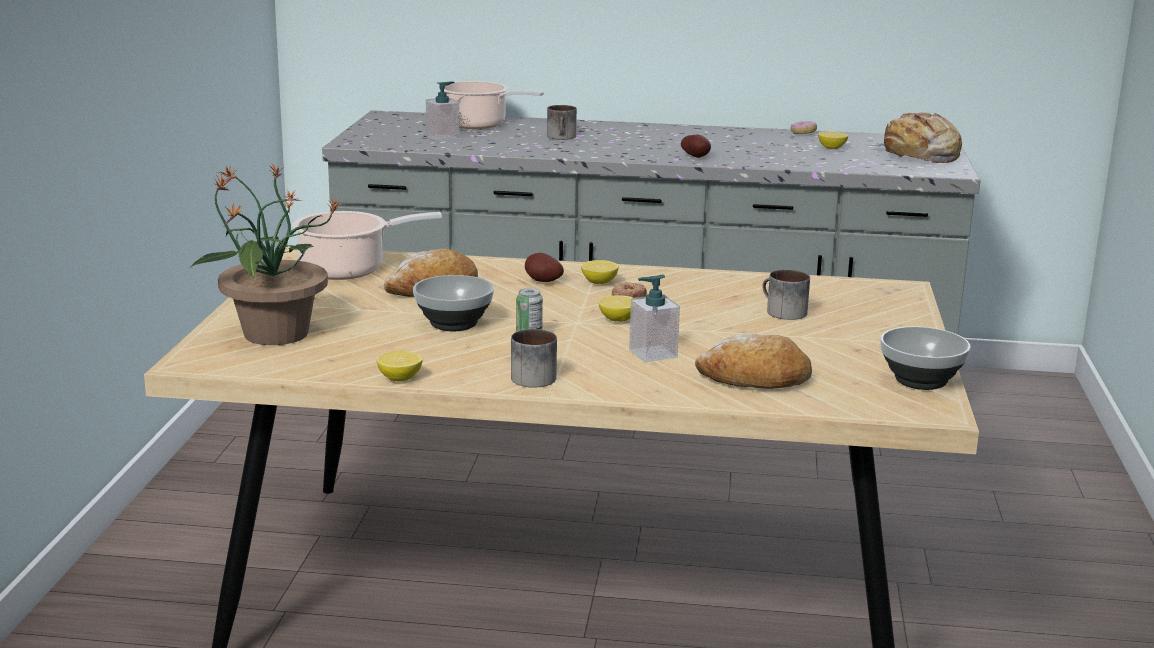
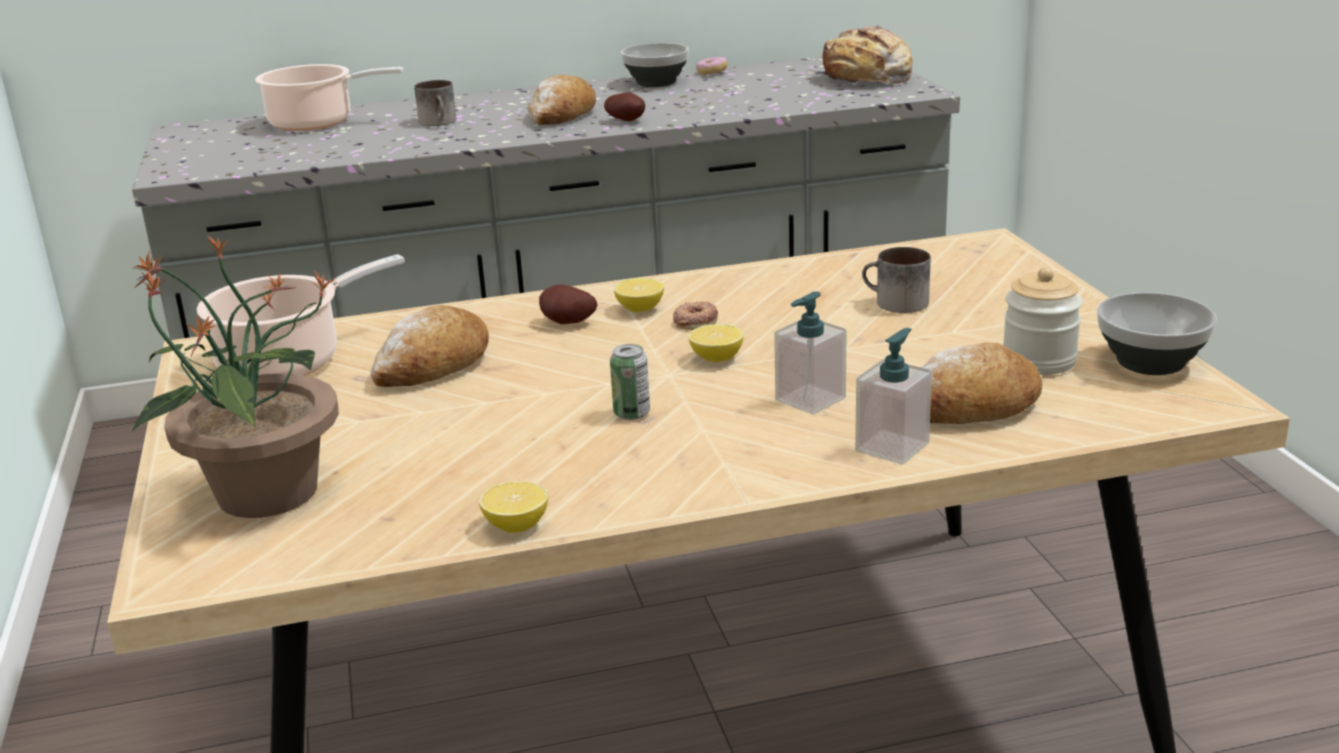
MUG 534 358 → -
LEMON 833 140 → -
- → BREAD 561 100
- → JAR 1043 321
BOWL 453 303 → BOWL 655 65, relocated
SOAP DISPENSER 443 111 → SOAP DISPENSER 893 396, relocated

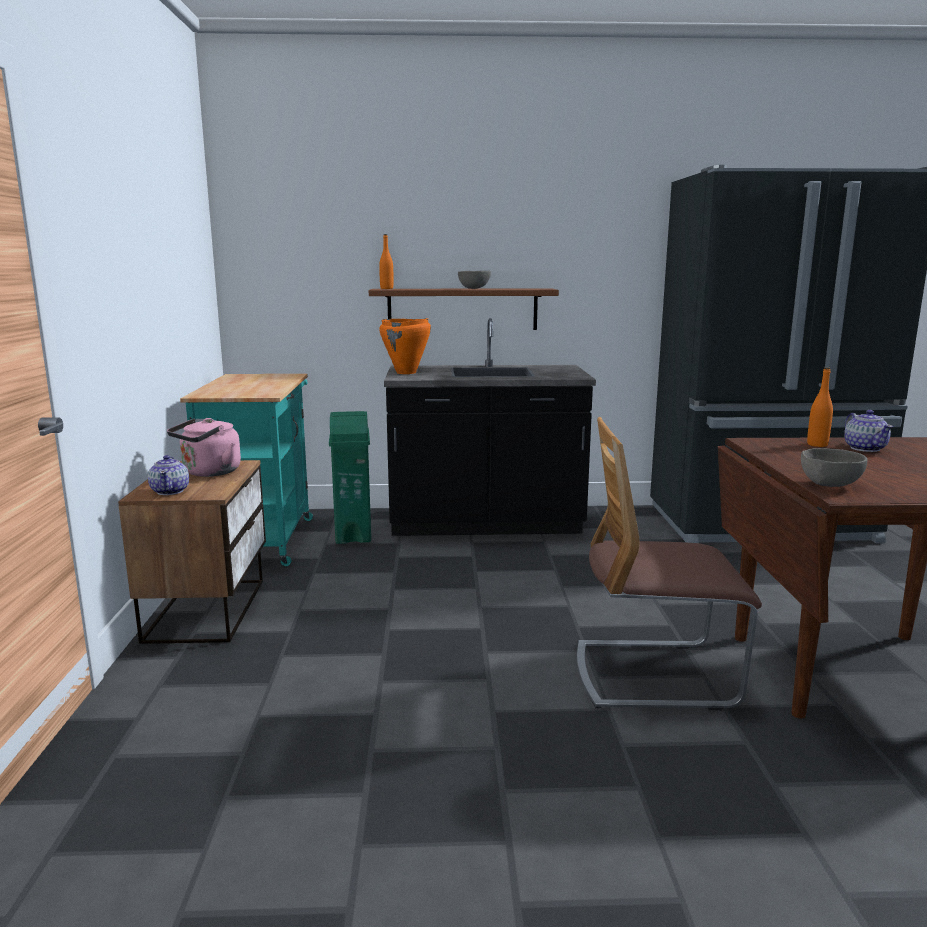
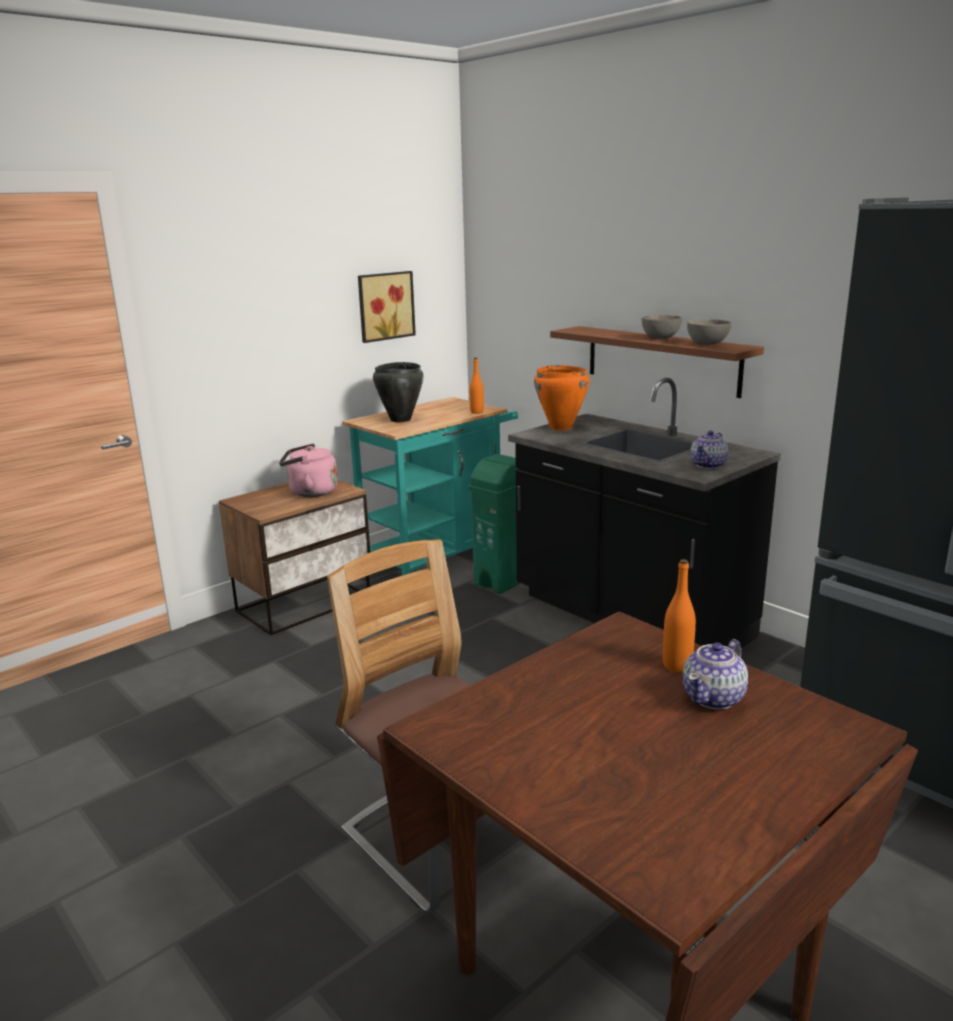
- → PICTURE 387 307
- → BLACK COOKING POT 398 392
TEAPOT 168 475 → TEAPOT 709 450, relocated
ORANGE BOTTLE 386 261 → ORANGE BOTTLE 476 386, relocated
GREY BOWL 834 467 → GREY BOWL 709 332, relocated

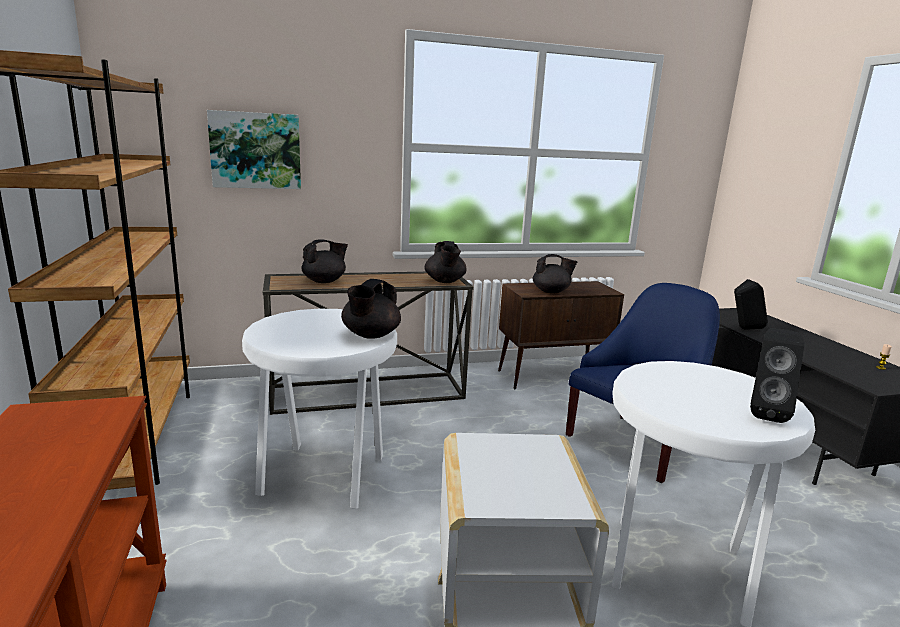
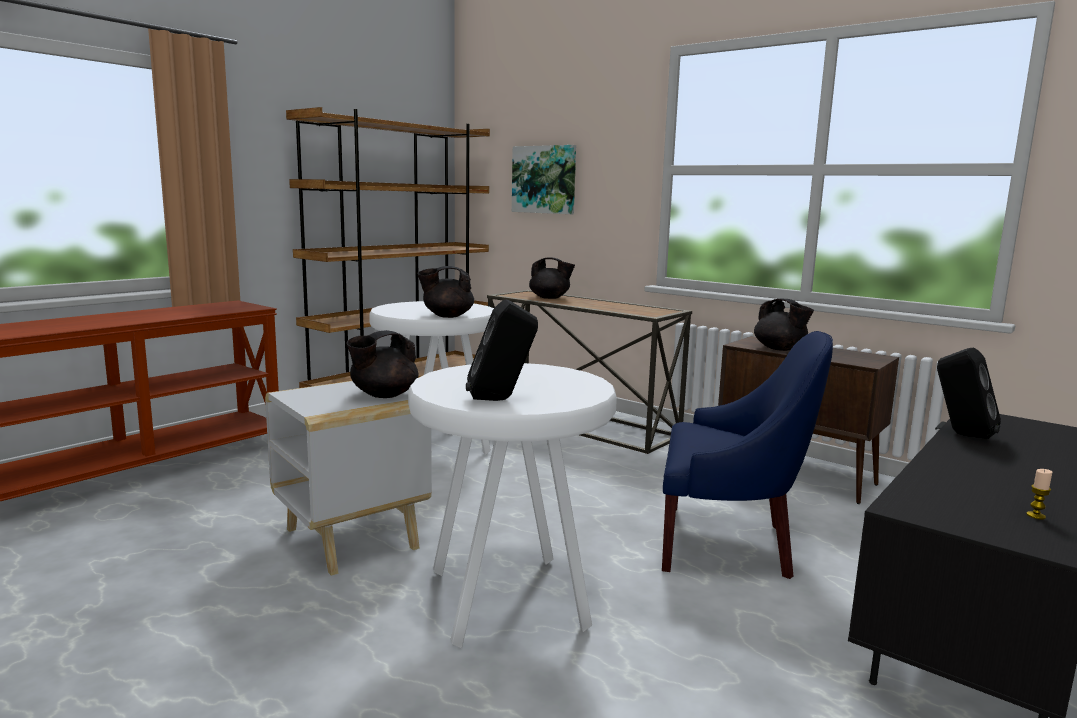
BLACK TEAPOT 445 262 → BLACK TEAPOT 382 364, relocated

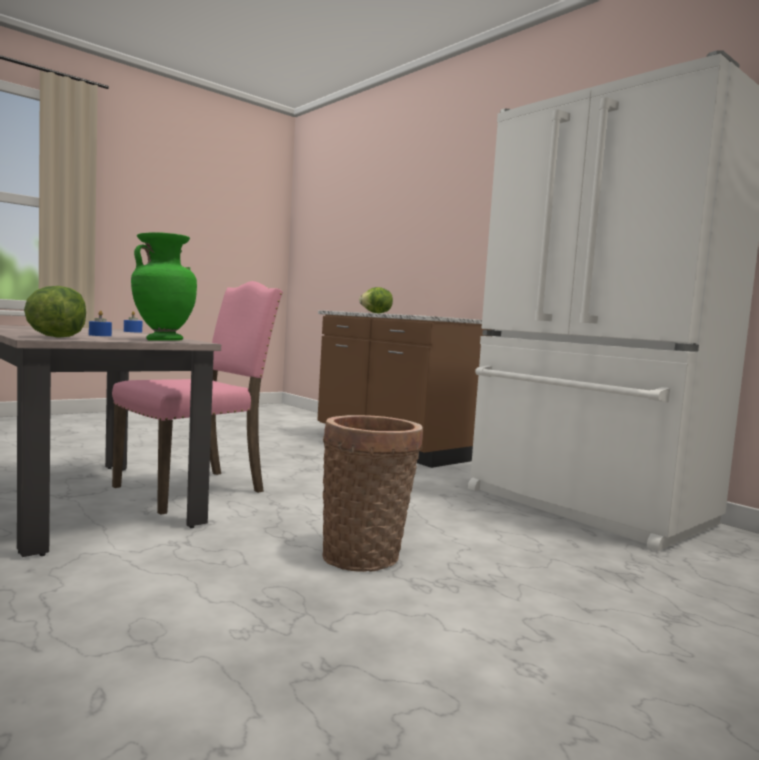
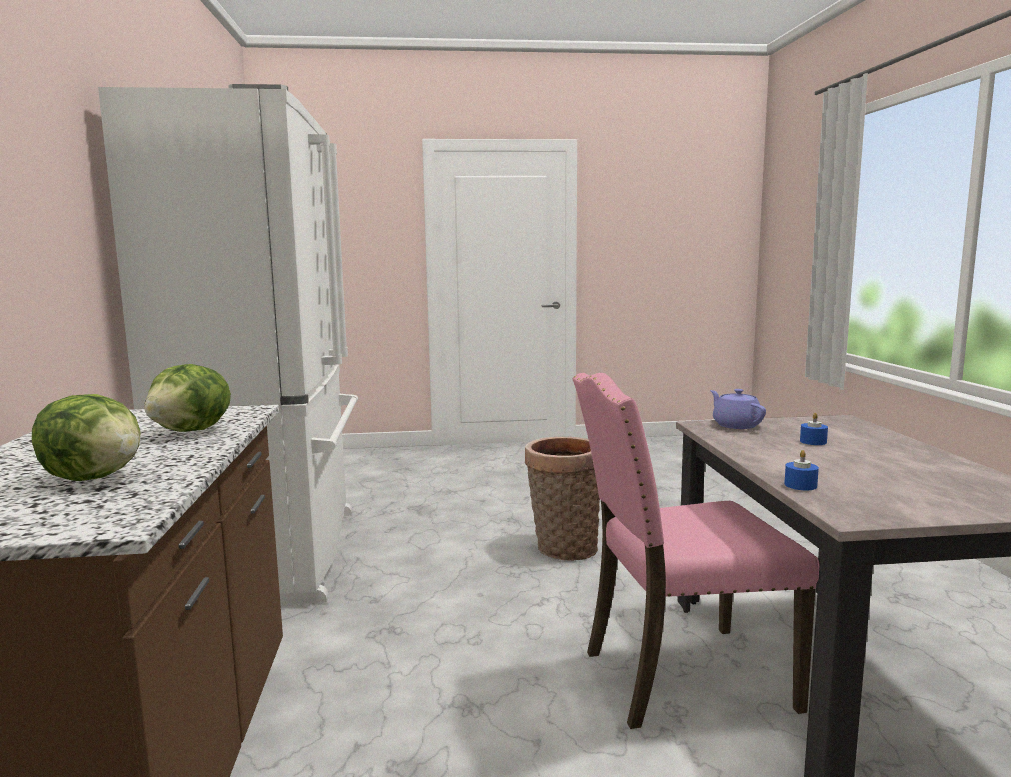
LETTUCE 55 312 → LETTUCE 187 398, relocated
GREEN VASE 164 287 → PURPLE TEAPOT 738 409

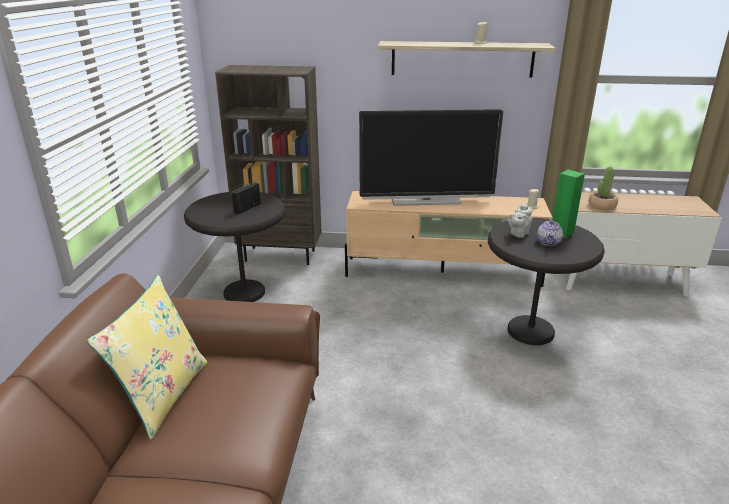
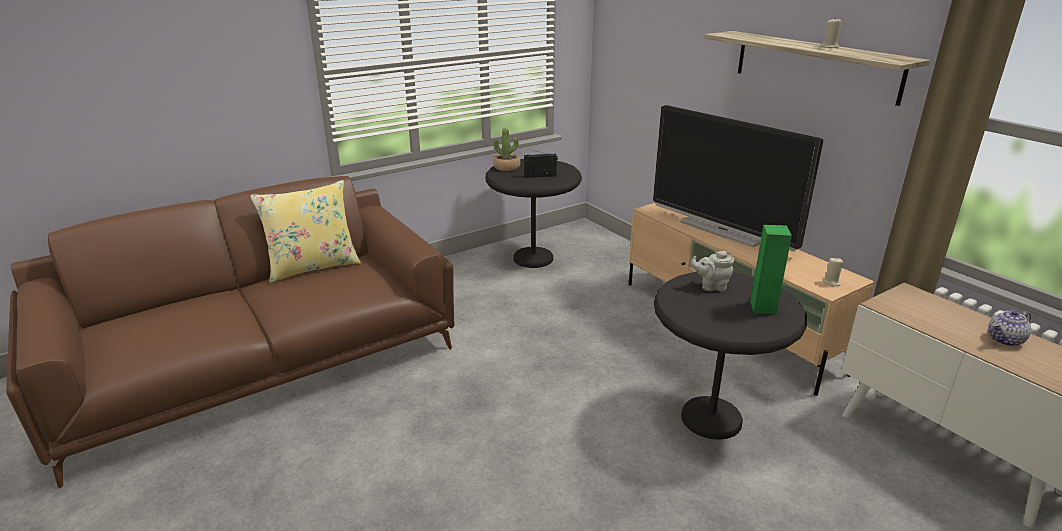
BROWN BOOKCASE 268 165 → -
TEAPOT 550 232 → TEAPOT 1009 328, relocated
POTTED PLANT 603 188 → POTTED PLANT 506 149, relocated

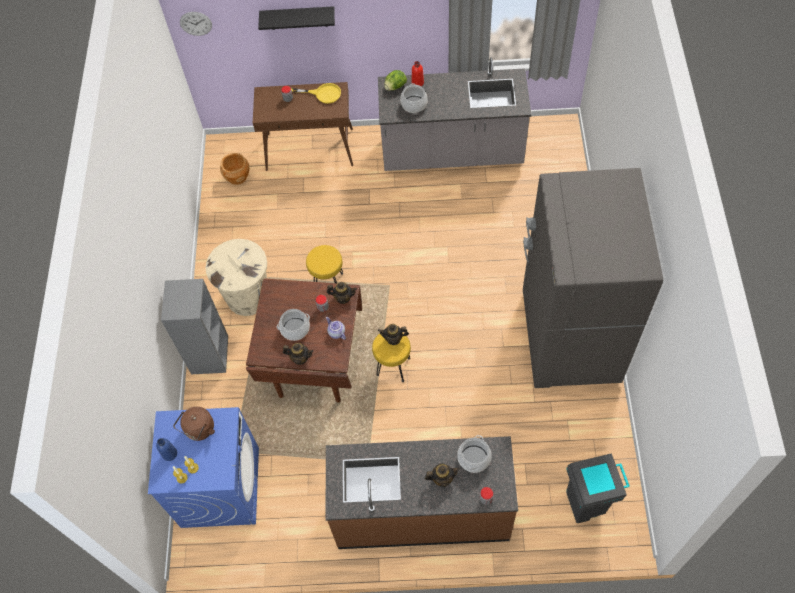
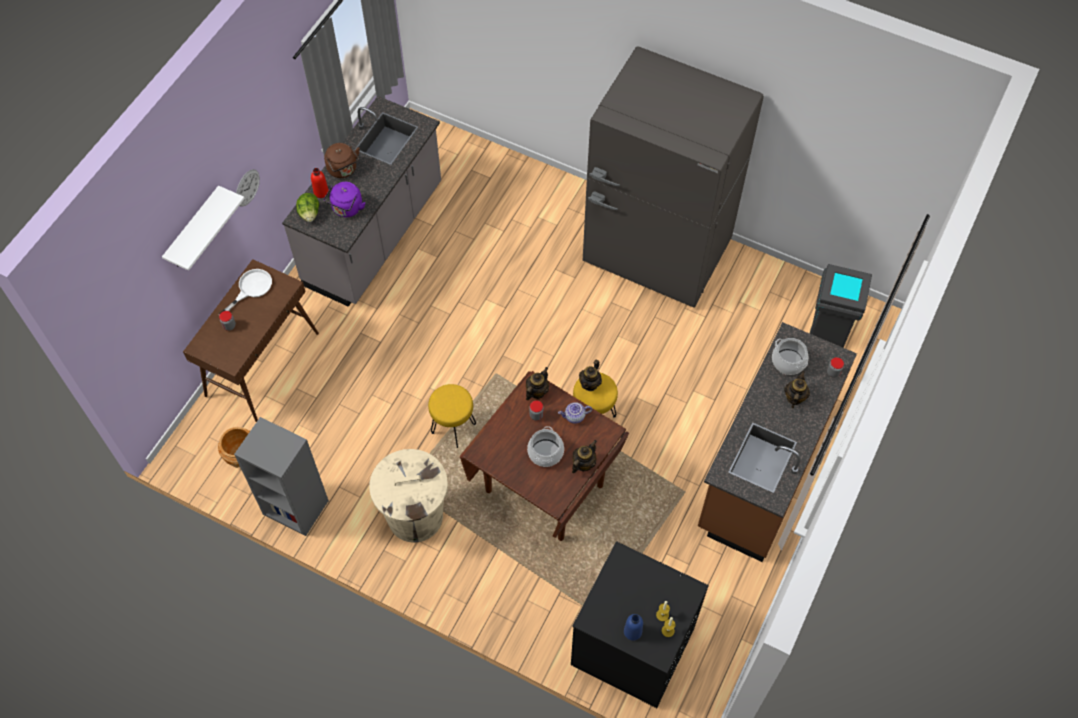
GREY BOOKCASE 194 326 → GREY BOOKCASE 281 476, relocated
BROWN KETTLE 194 424 → BROWN KETTLE 341 160, relocated
WALL CLOCK 196 24 → WALL CLOCK 248 188, relocated
COOKING POT 414 98 → PURPLE KETTLE 344 199
BLUE WASHING MACHINE 203 467 → BLACK WASHING MACHINE 640 624
BLACK SHELF 296 18 → WHITE SHELF 203 228
YELLOW FRYING PAN 316 93 → WHITE FRYING PAN 245 292

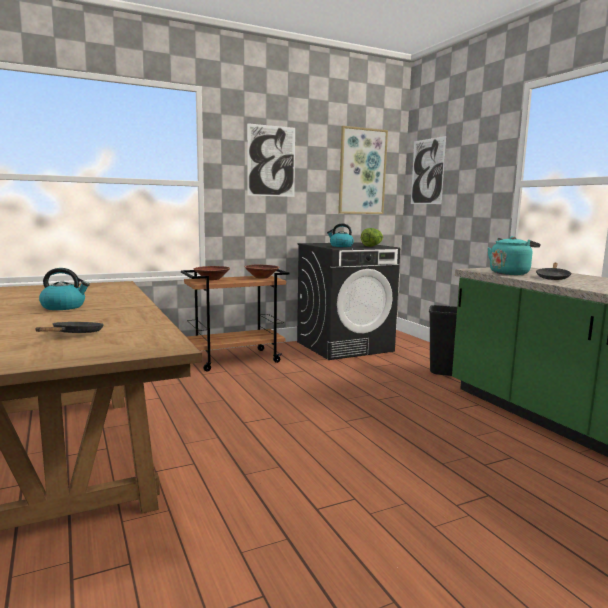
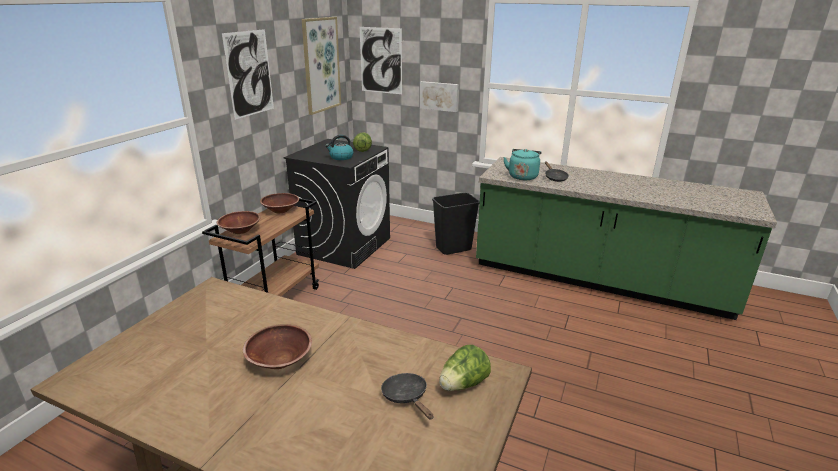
- → PICTURE 439 96
- → LETTUCE 465 368
KETTLE 64 289 → BROWN BOWL 277 346

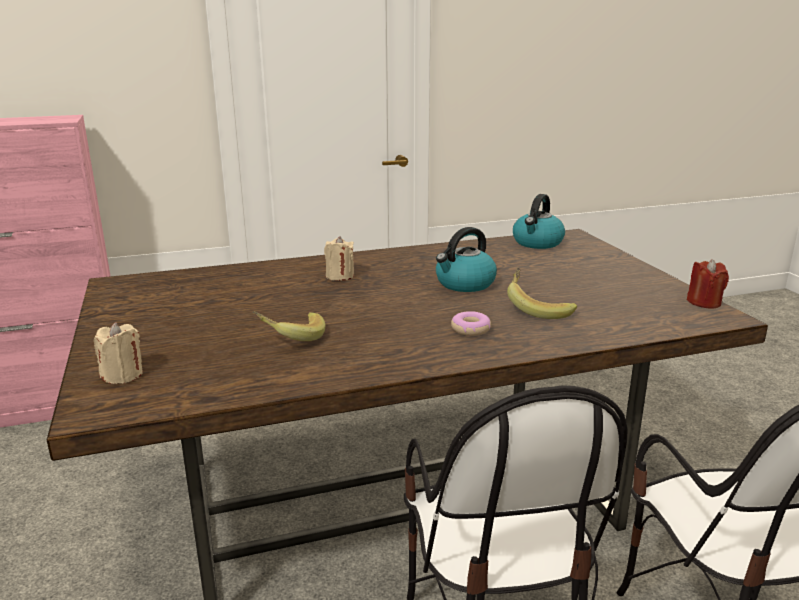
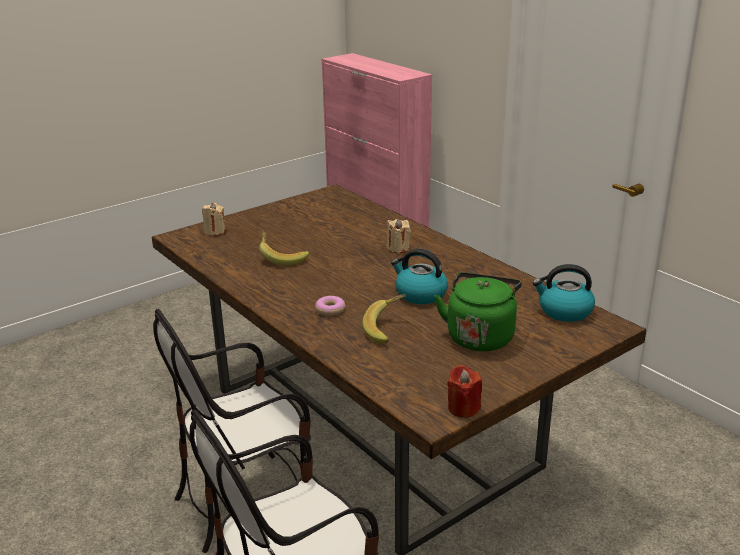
- → GREEN KETTLE 478 311

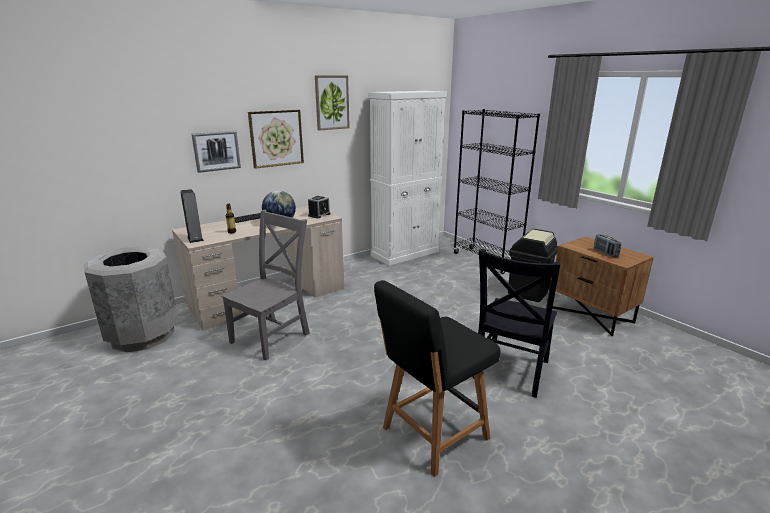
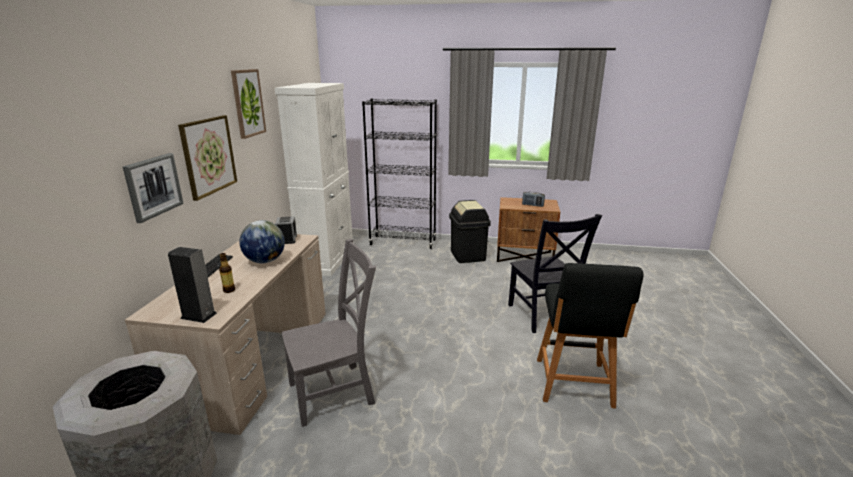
GREY CHAIR 265 285 → GREY CHAIR 329 333, 75 degrees clockwise

